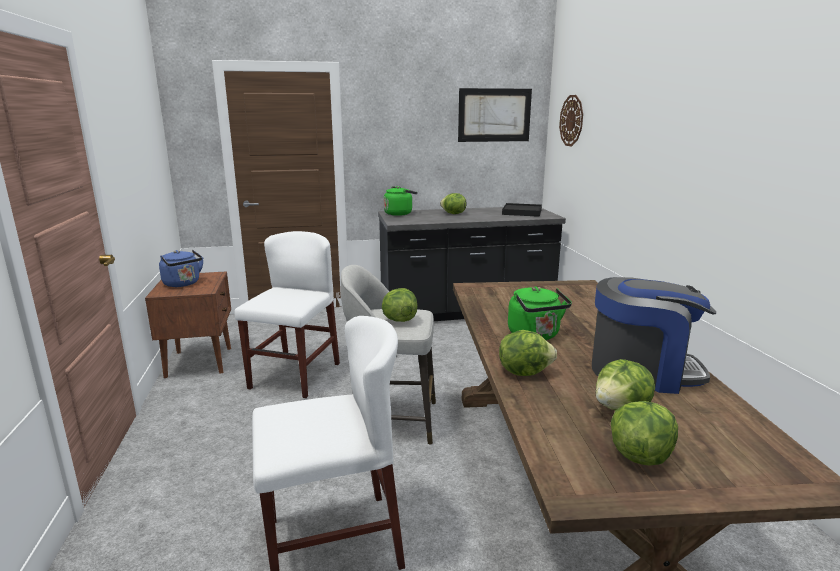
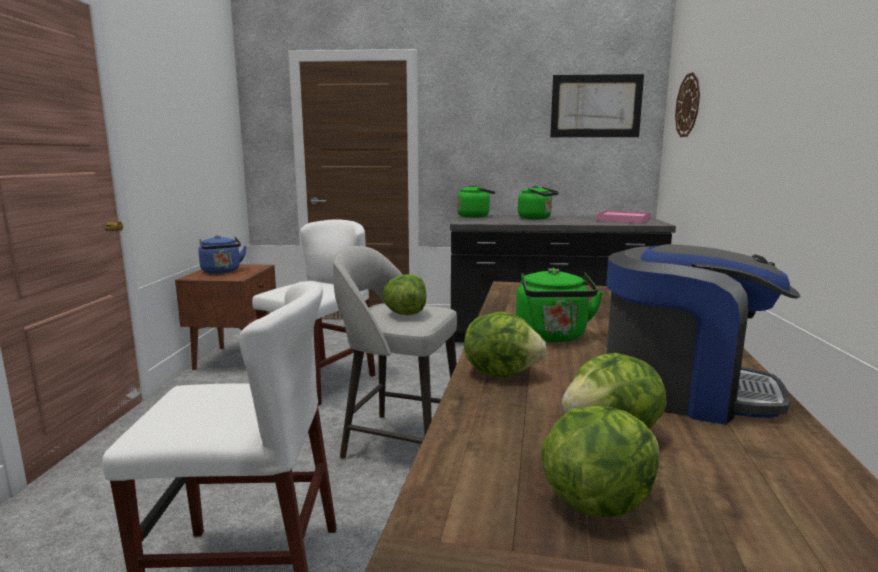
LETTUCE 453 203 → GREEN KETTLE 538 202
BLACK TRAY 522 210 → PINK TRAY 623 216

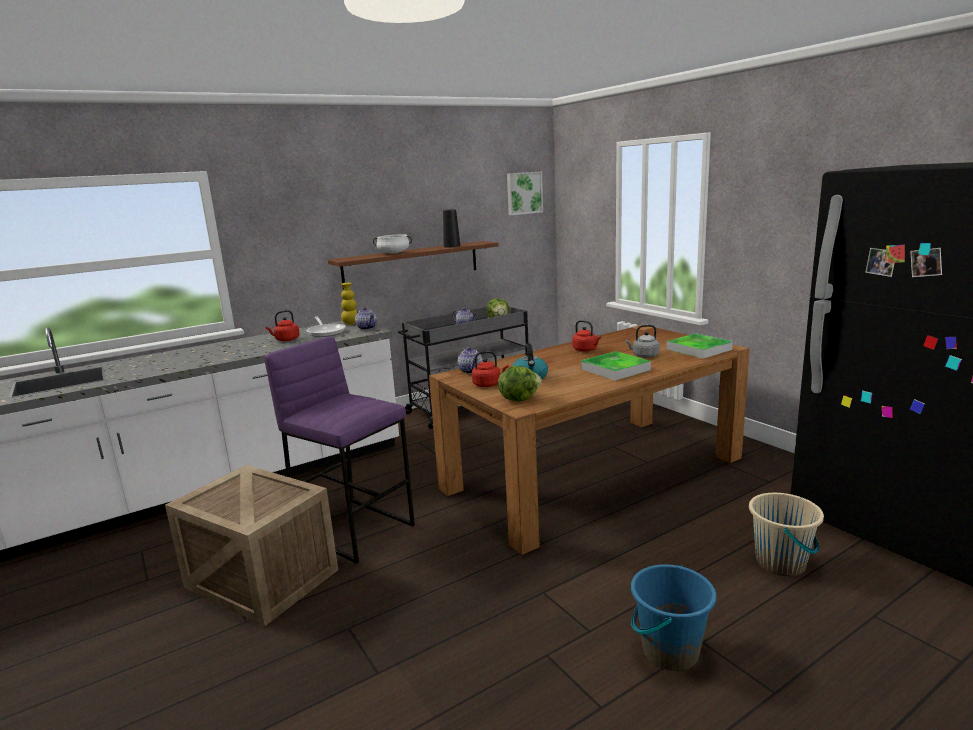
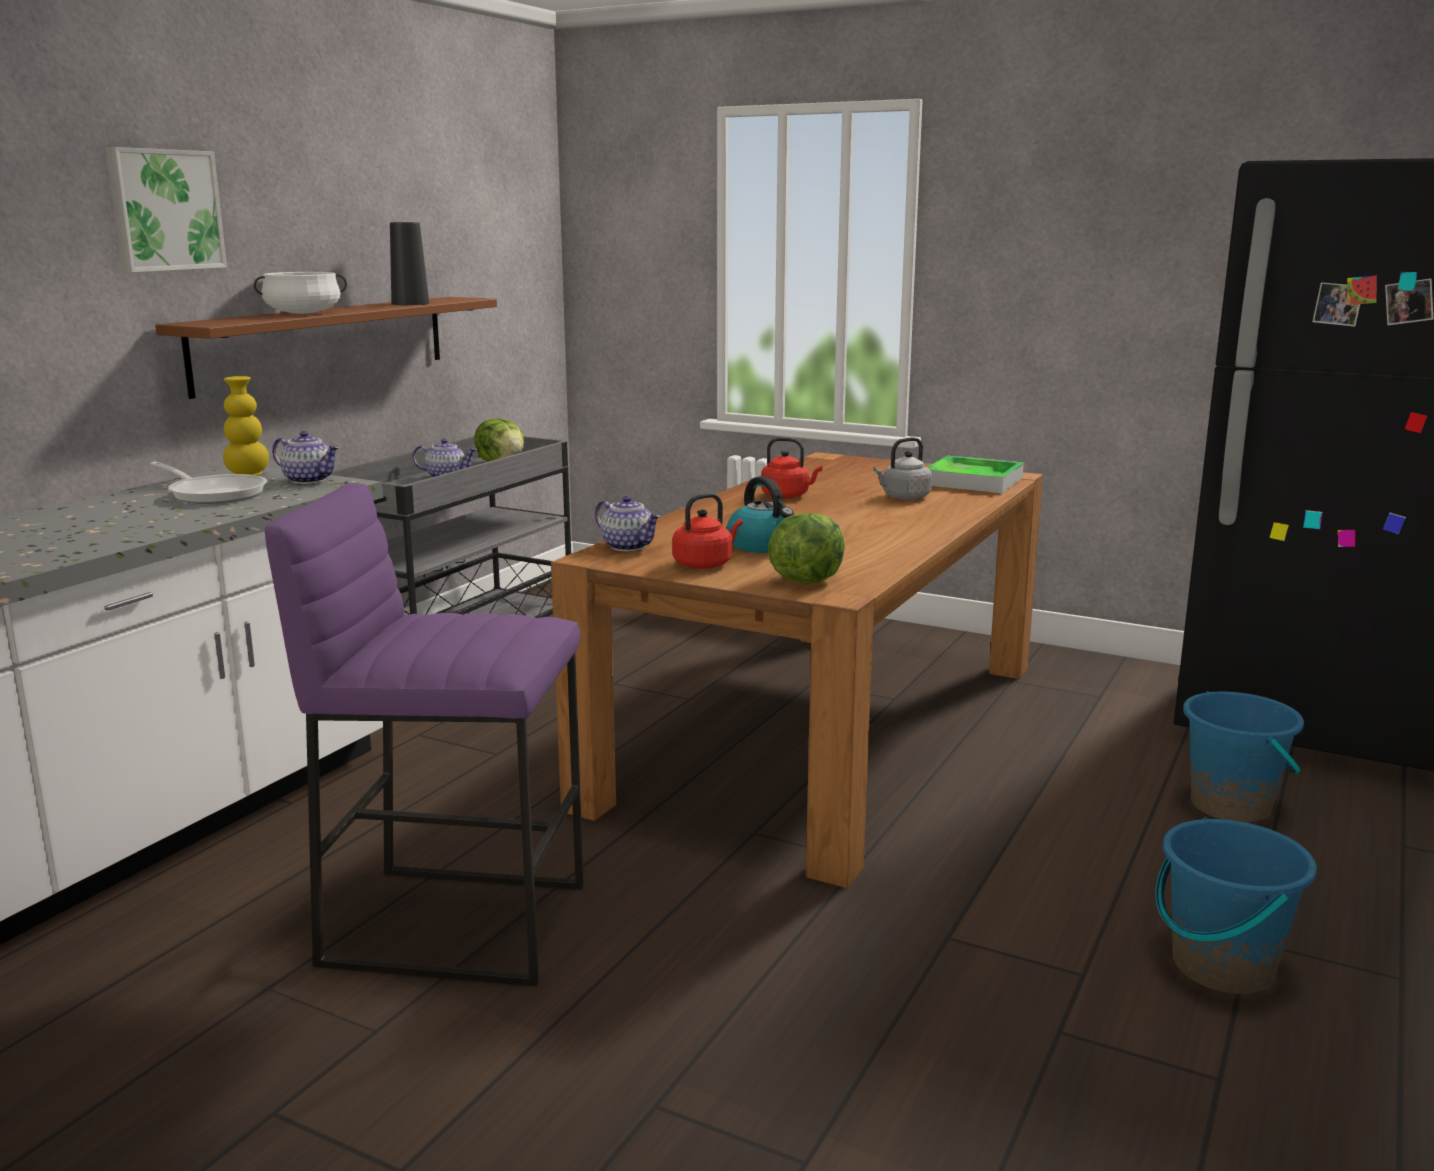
CRATE 251 545 → -
RED KETTLE 283 325 → -
TRAY 616 366 → -
PICTURE 525 193 → PICTURE 166 209, relocated
BEIGE BUCKET 786 534 → BLUE BUCKET 1243 757

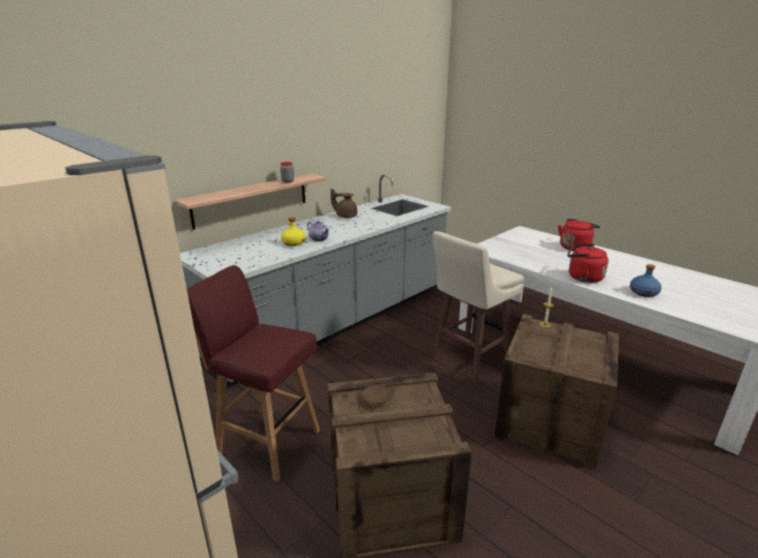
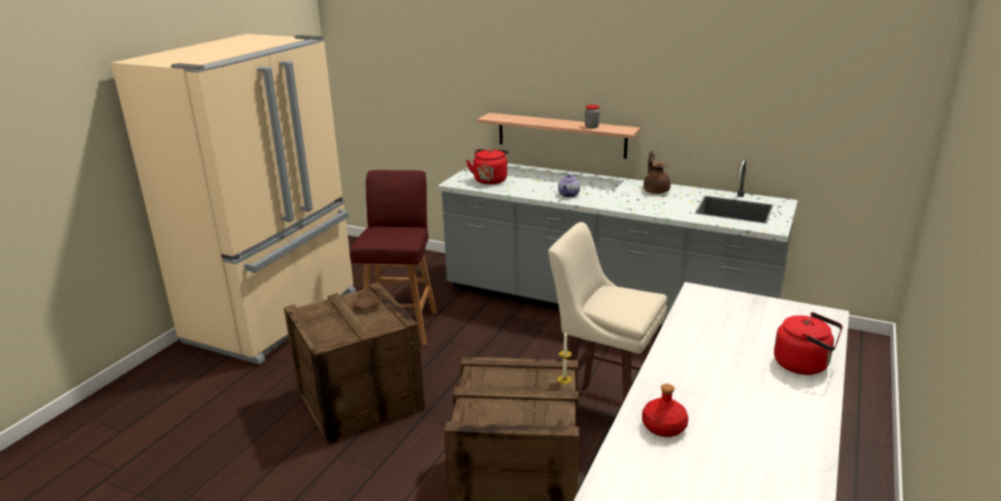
YELLOW BOTTLE 293 231 → -
RED KETTLE 587 263 → RED KETTLE 487 167, relocated
BLUE BOTTLE 646 280 → RED BOTTLE 665 410

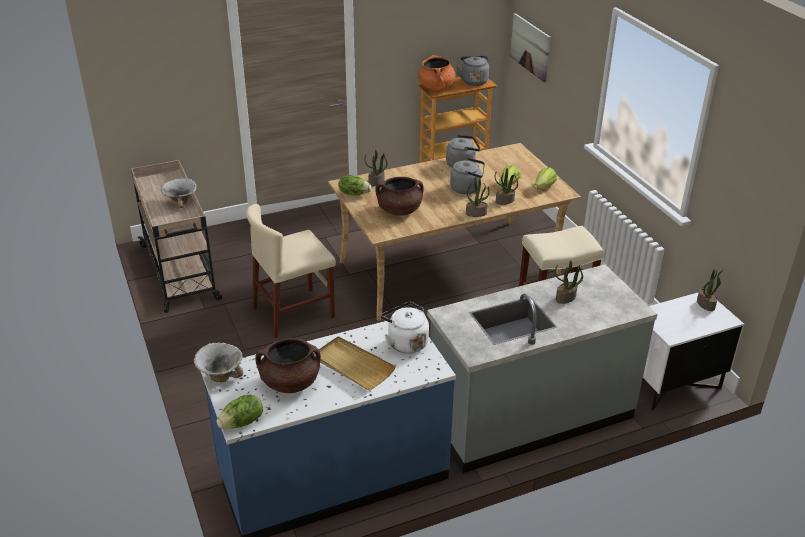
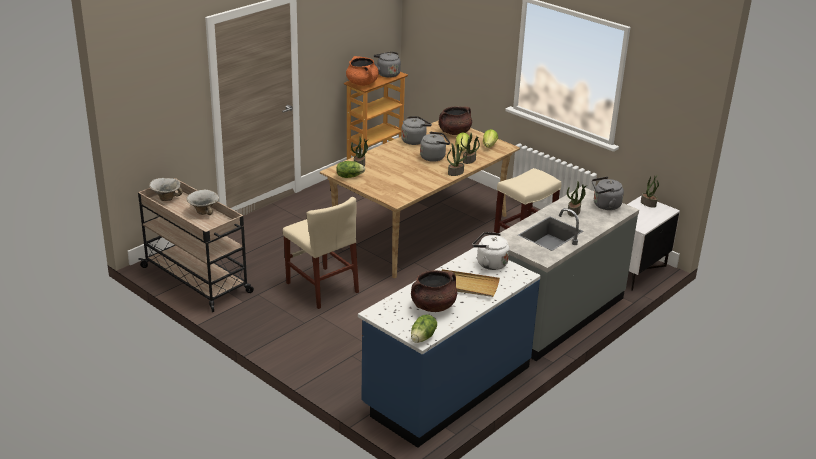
PICTURE 530 47 → -
- → GREY KETTLE 608 193
BOWL 218 362 → BOWL 166 189, relocated
BROWN COOKING POT 399 196 → BROWN COOKING POT 455 120, relocated
BEIGE CHAIR 291 271 → BEIGE CHAIR 321 253, 75 degrees counterclockwise

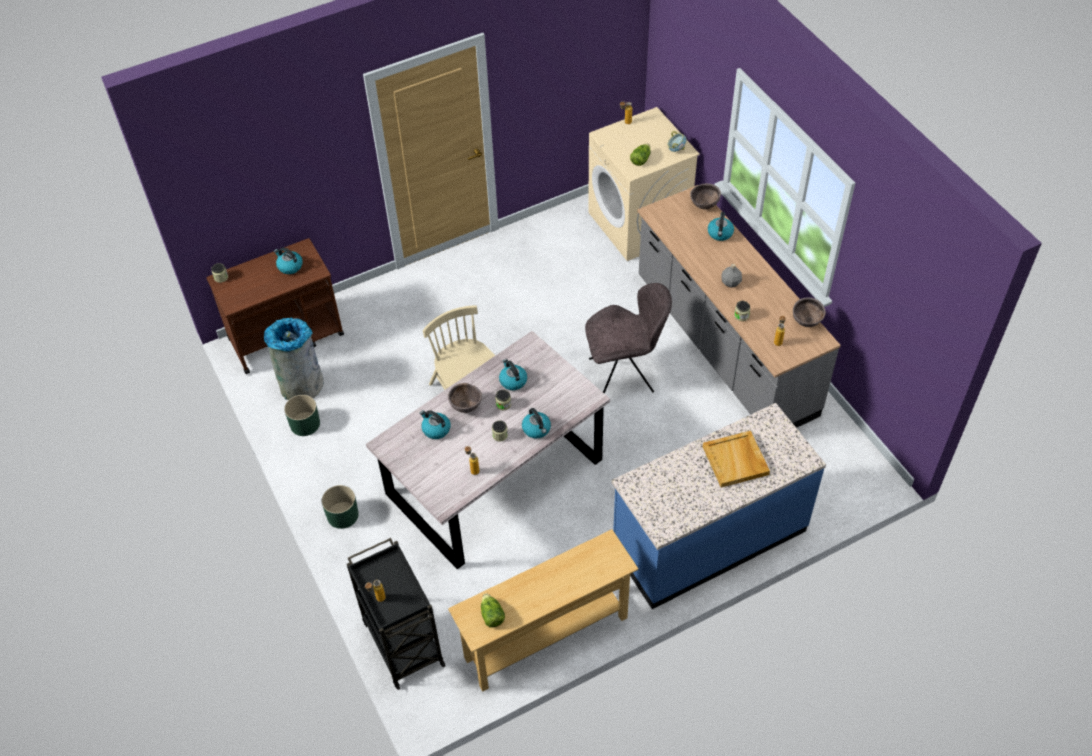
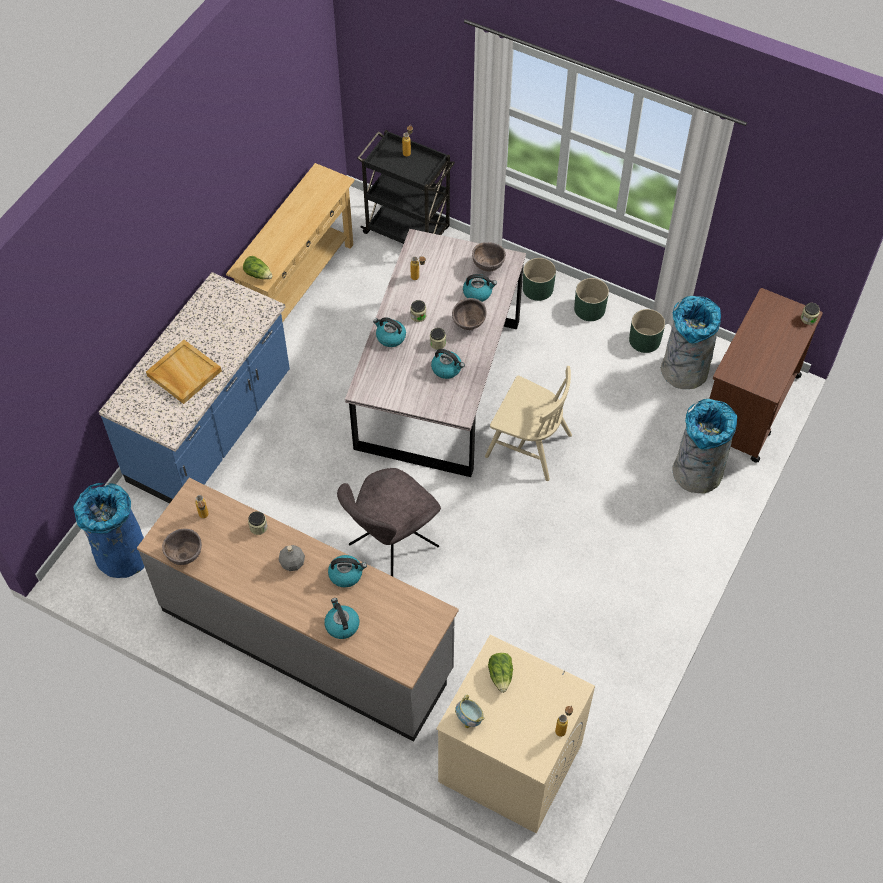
- → BLUE TRASH CAN 109 530
- → GREEN PLANTER 591 299
- → GREY TRASH CAN 704 446
KETTLE 288 260 → KETTLE 347 571, relocated
LETTUCE 493 610 → LETTUCE 257 267, relocated
BROWN BOWL 705 196 → BROWN BOWL 489 257, relocated

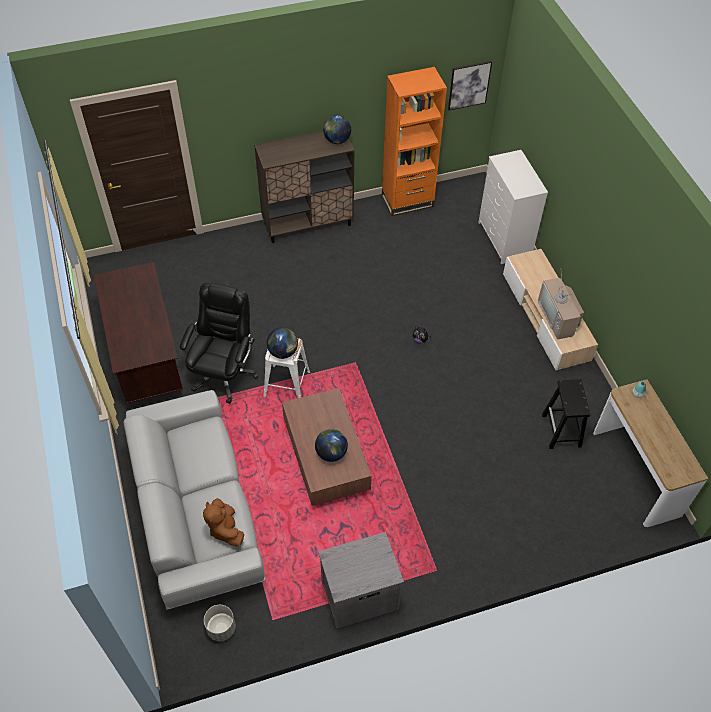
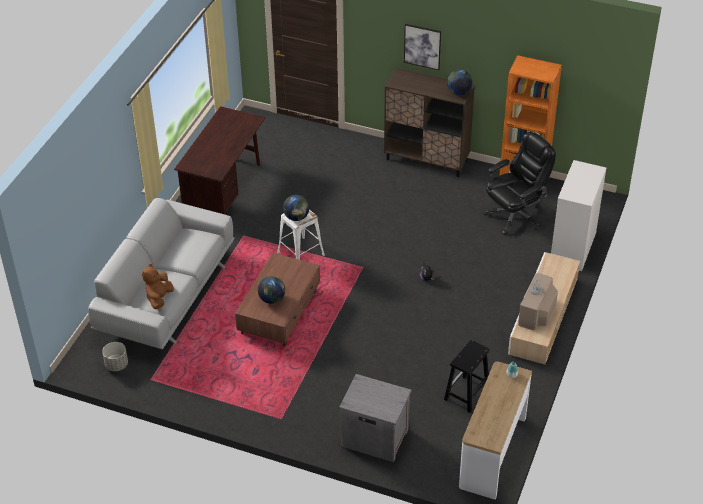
BLACK OFFICE CHAIR 219 343 → BLACK OFFICE CHAIR 520 183, relocated
GREY NIGHTSTAND 361 580 → GREY NIGHTSTAND 375 418, relocated
PICTURE 470 85 → PICTURE 422 47, relocated

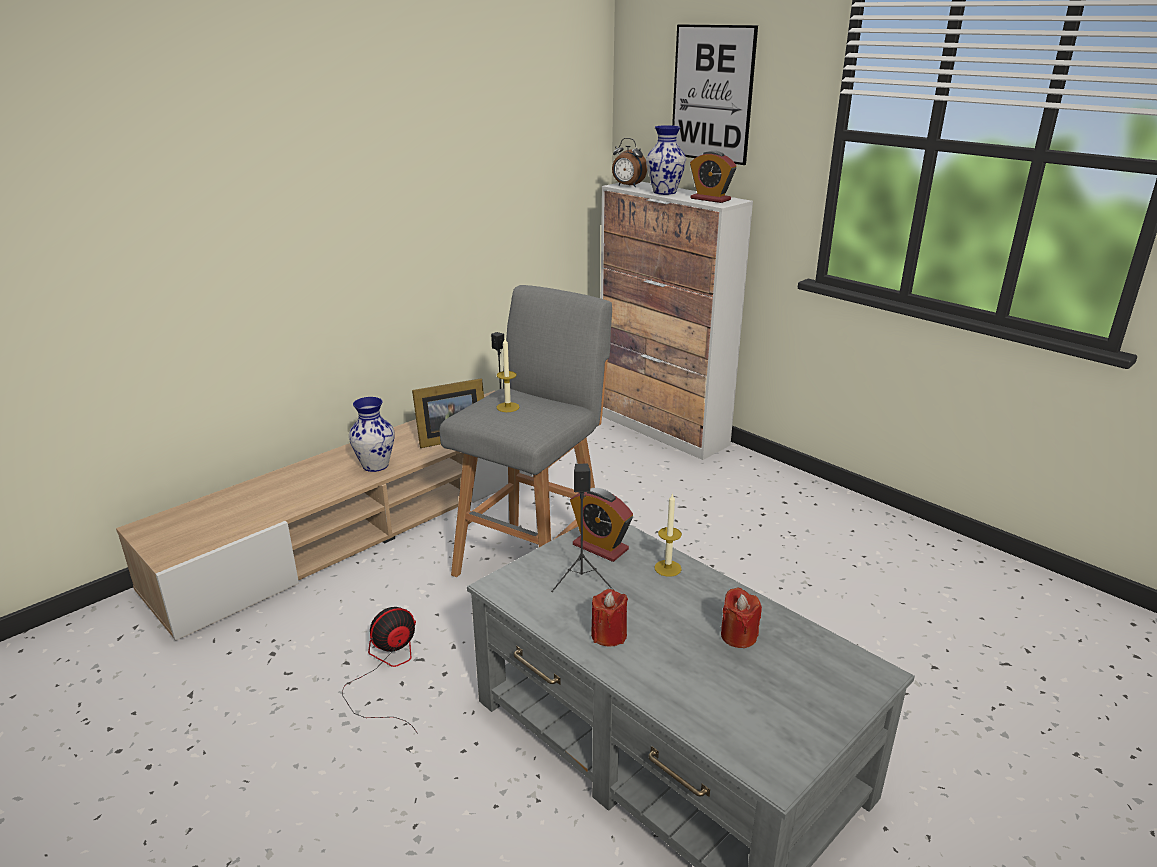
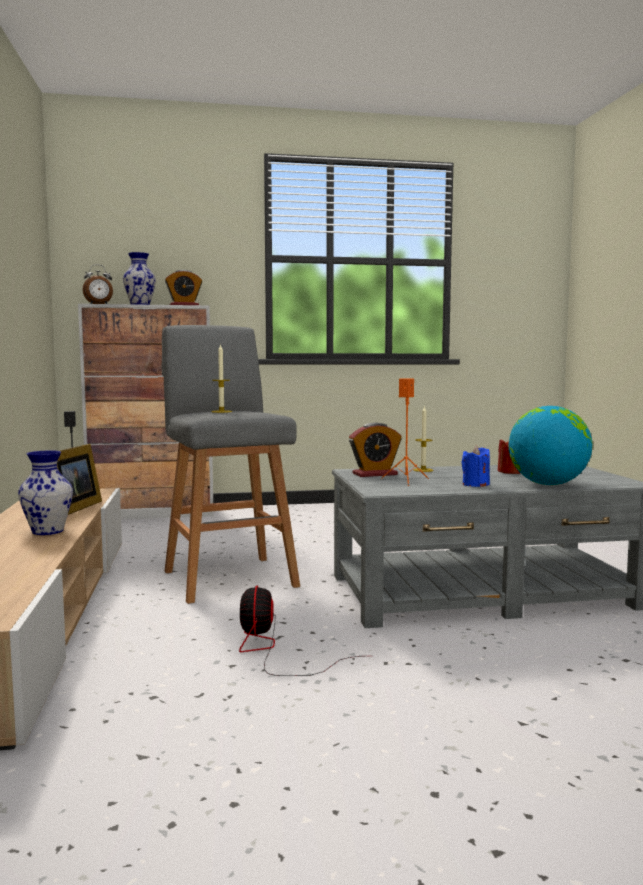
PICTURE 715 94 → -
- → GLOBE 550 445
BLACK SPEAKER 582 528 → ORANGE SPEAKER 405 432
RED CANDLE 609 618 → BLUE CANDLE 475 466

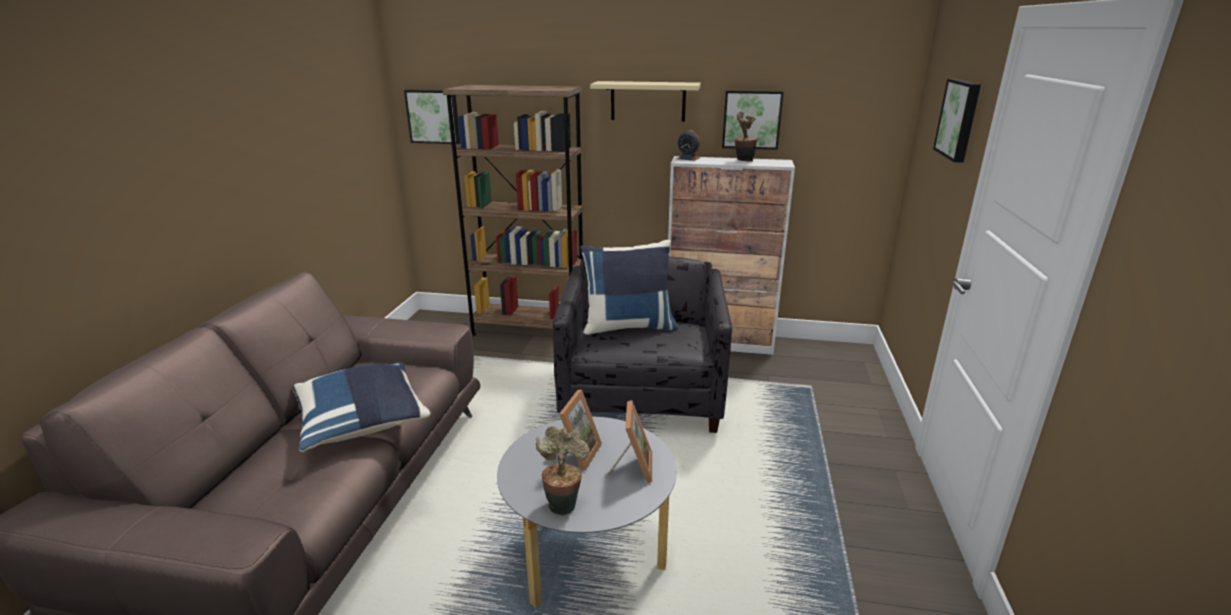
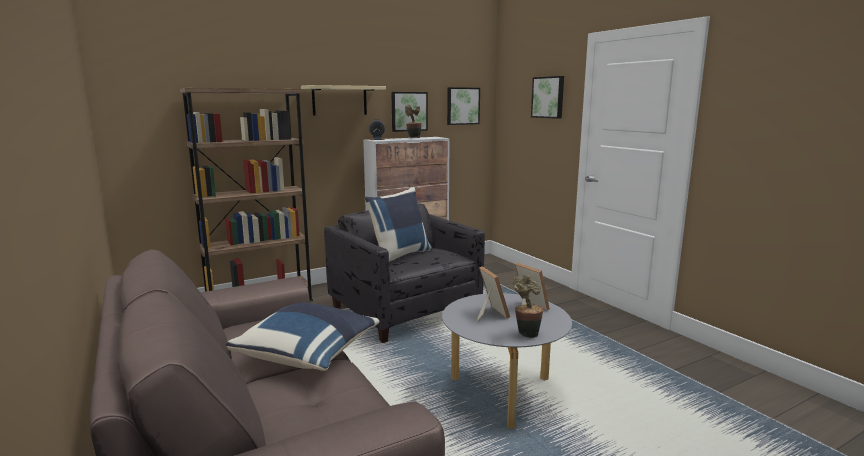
PICTURE 432 117 → PICTURE 463 106, relocated

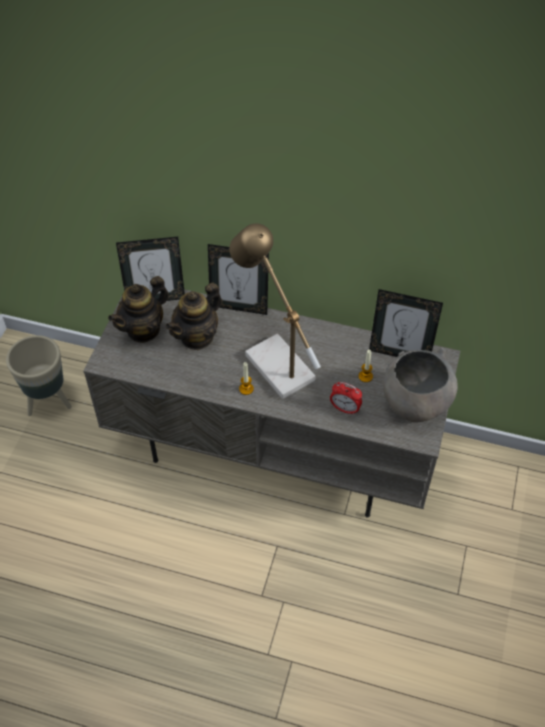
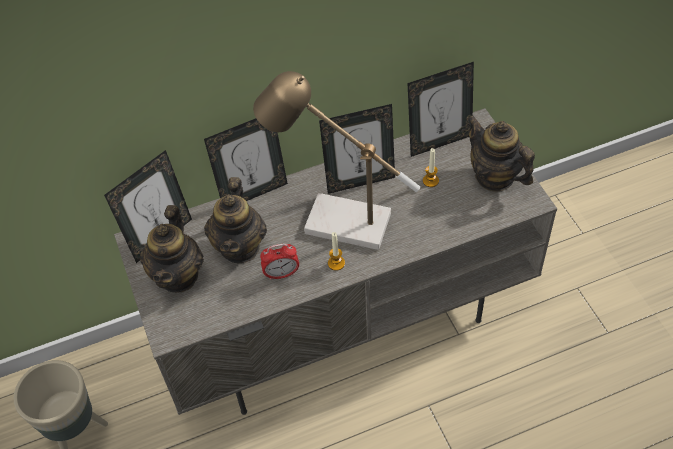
- → PICTURE FRAME 357 149
ALARM CLOCK 346 398 → ALARM CLOCK 279 262, relocated
GREY BOWL 420 384 → TEAPOT 501 153

